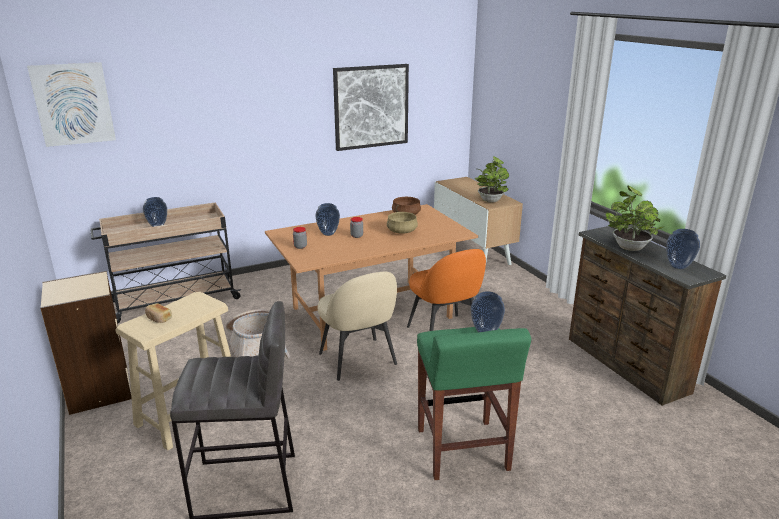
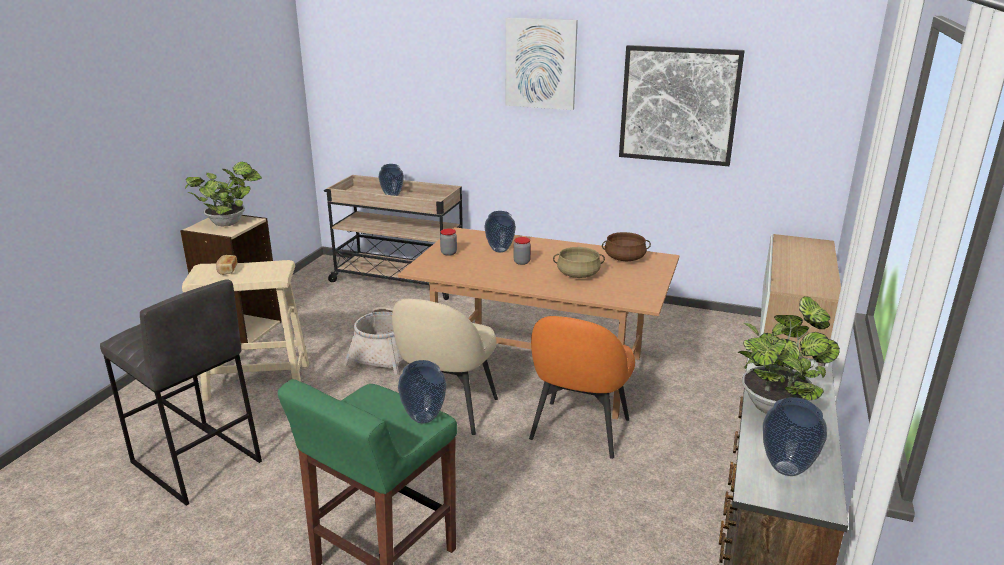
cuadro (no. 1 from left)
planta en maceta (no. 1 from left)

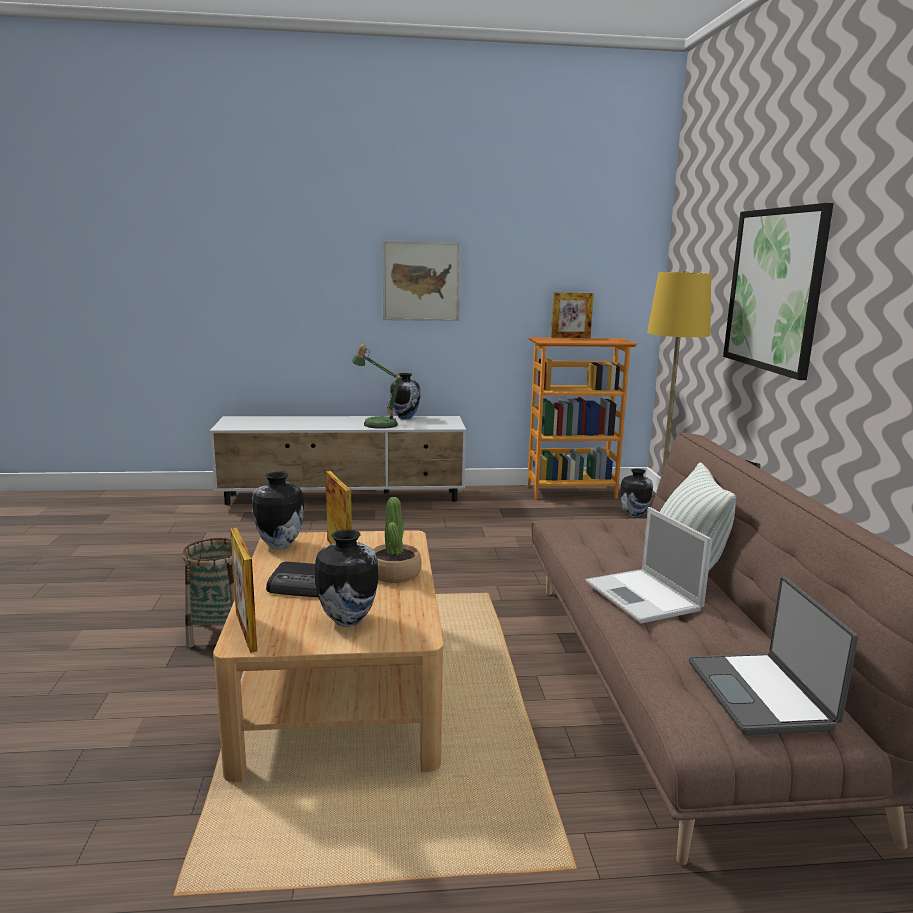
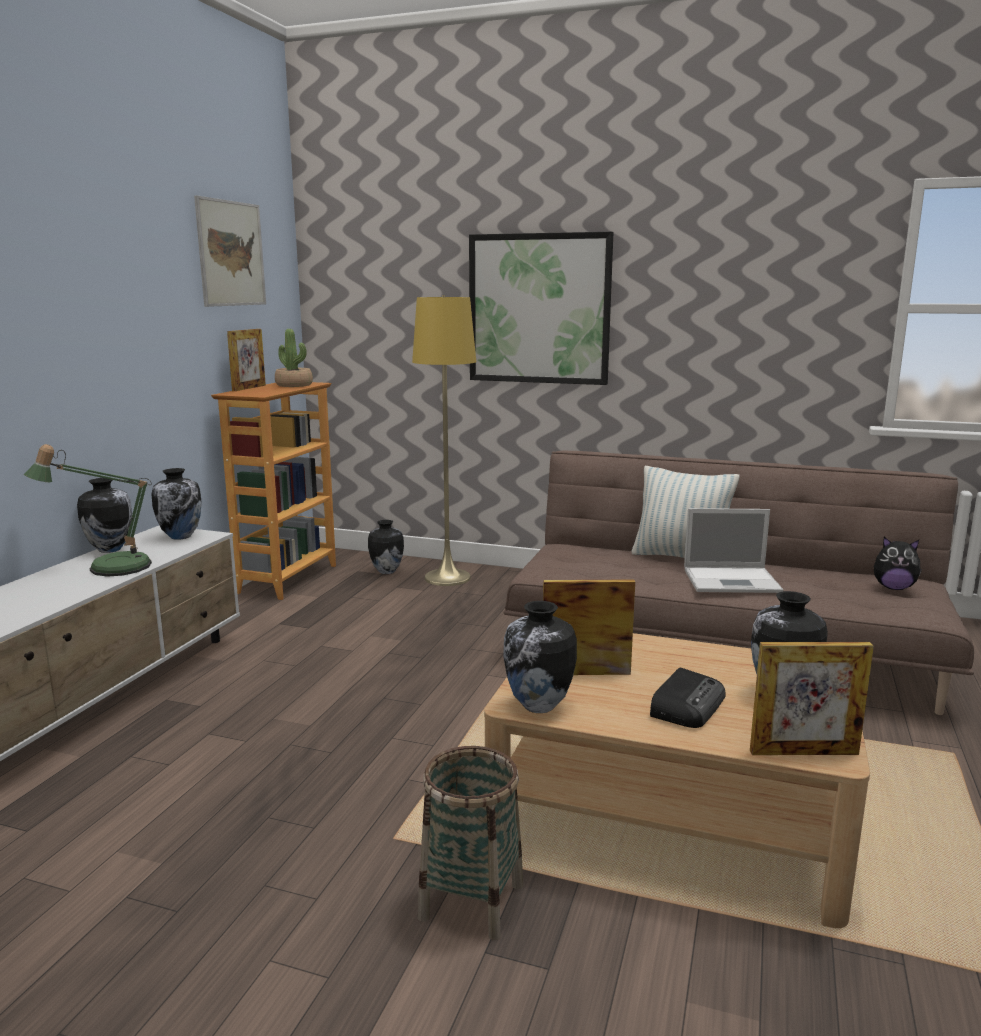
cuadro (no. 1 from left)
planta en maceta
peluche
florero (no. 2 from left)

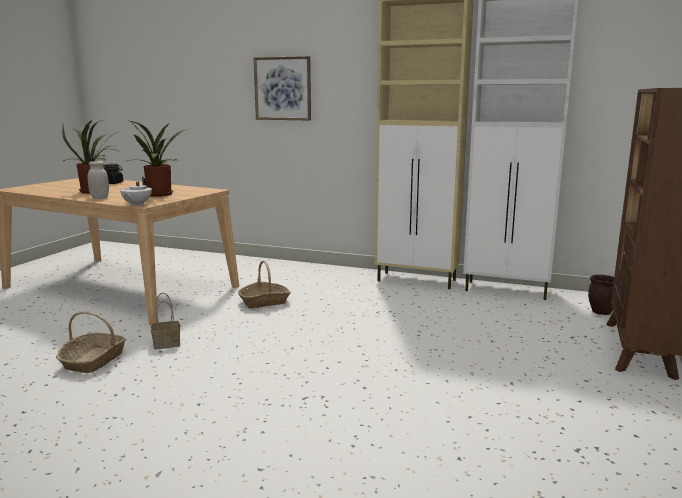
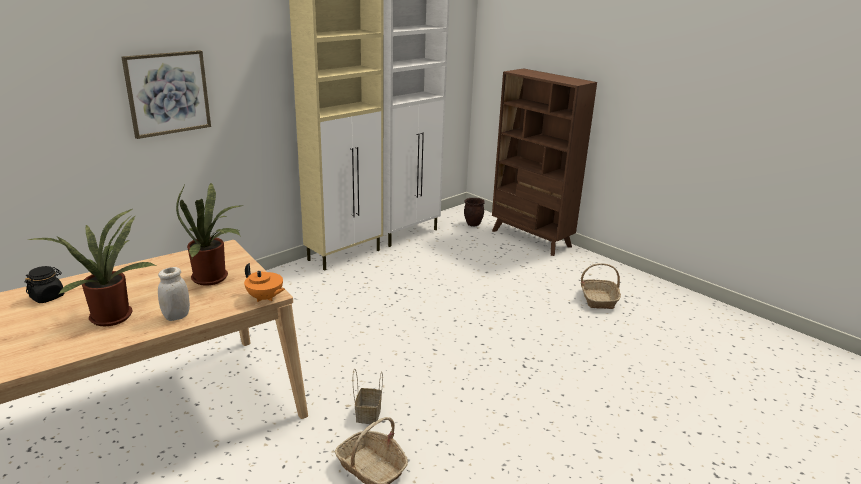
tetera (naranja)
cesta (no. 3 from left)

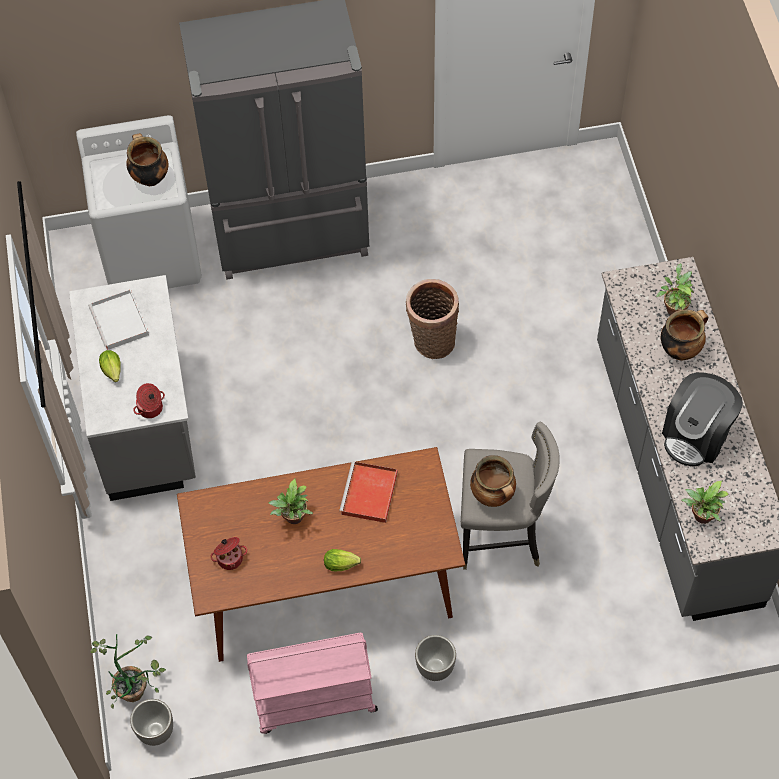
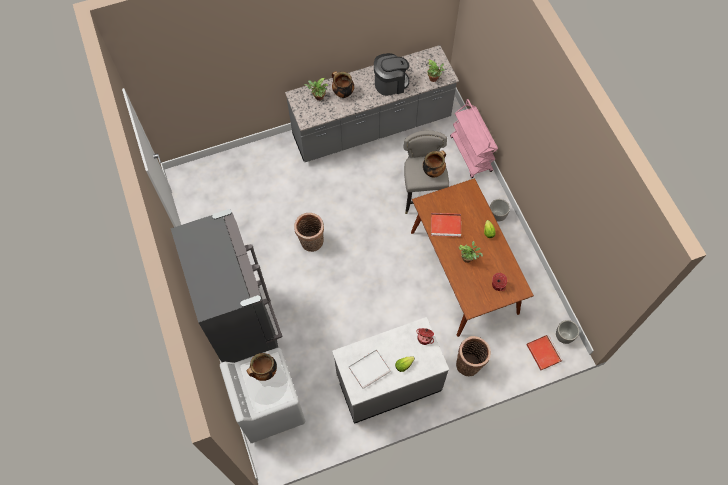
cafetera
carrito (rosa)
bandeja (rojo) (no. 2 from left)
cesta (no. 2 from left)

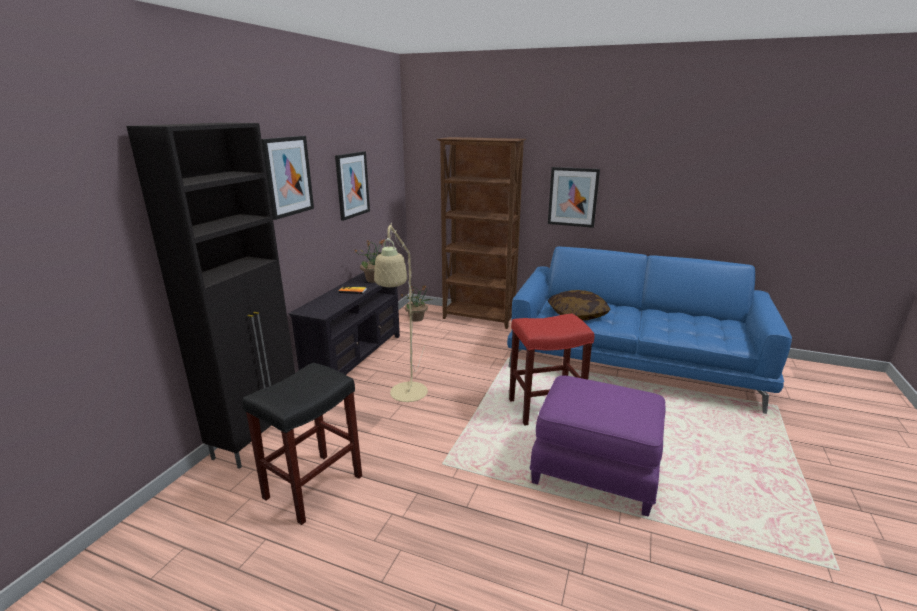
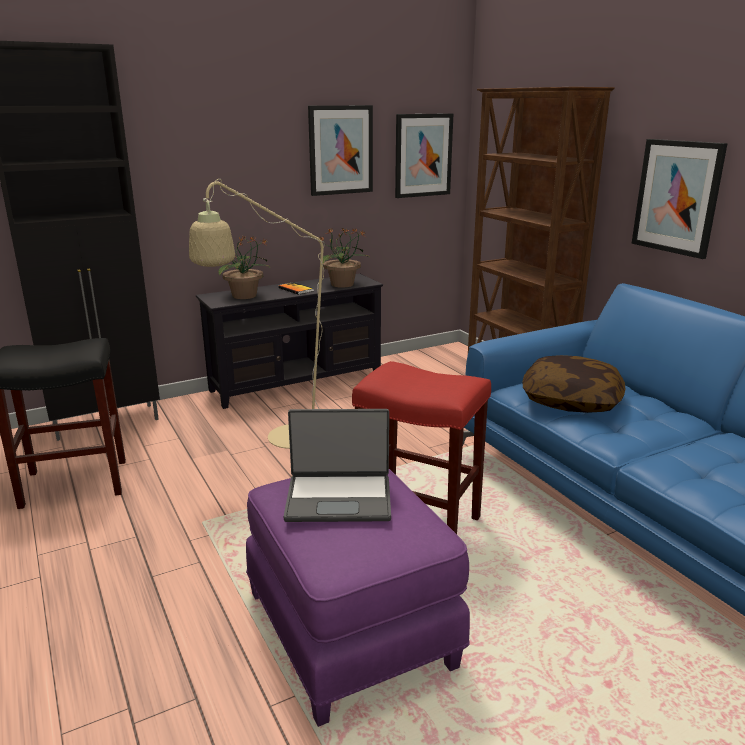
cuadro (no. 2 from left)
planta en maceta (no. 1 from left)
portátil

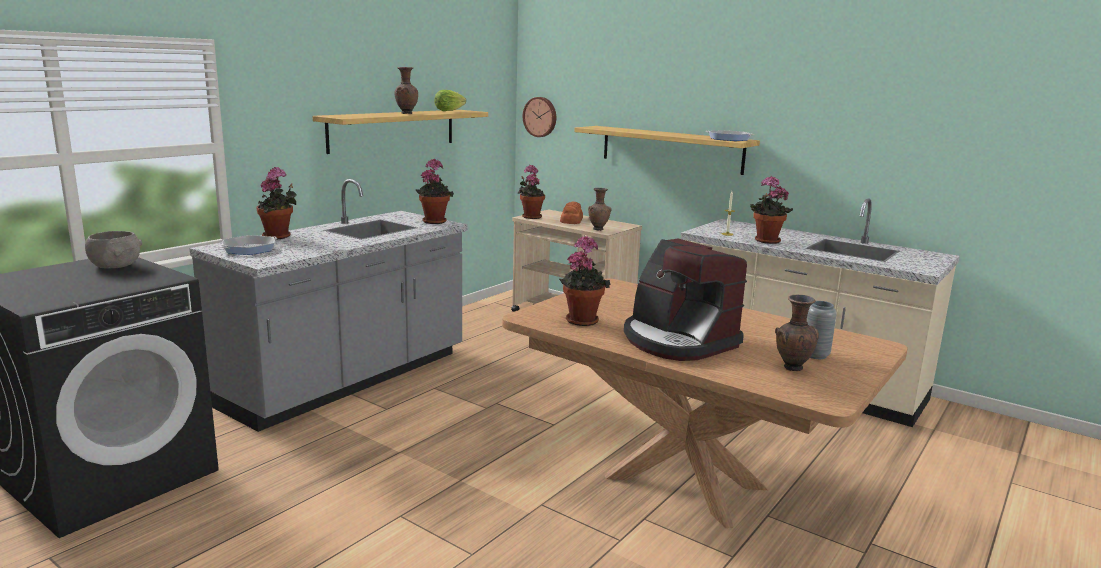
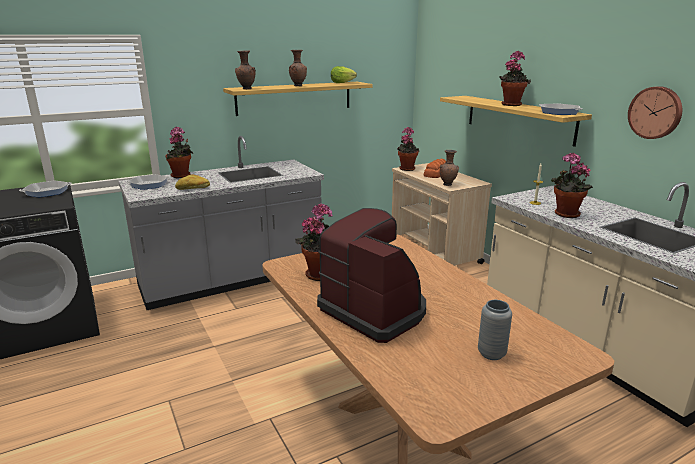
reloj de pared
planta en maceta (no. 4 from left)
sartén (no. 1 from left)
cafetera
florero (marrón) (no. 1 from left)
pan (no. 1 from left)

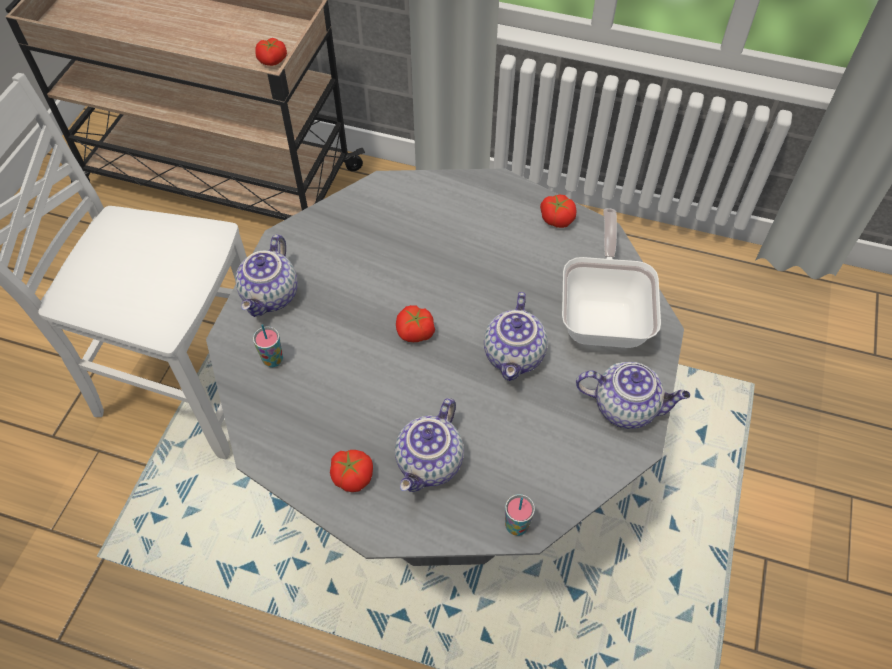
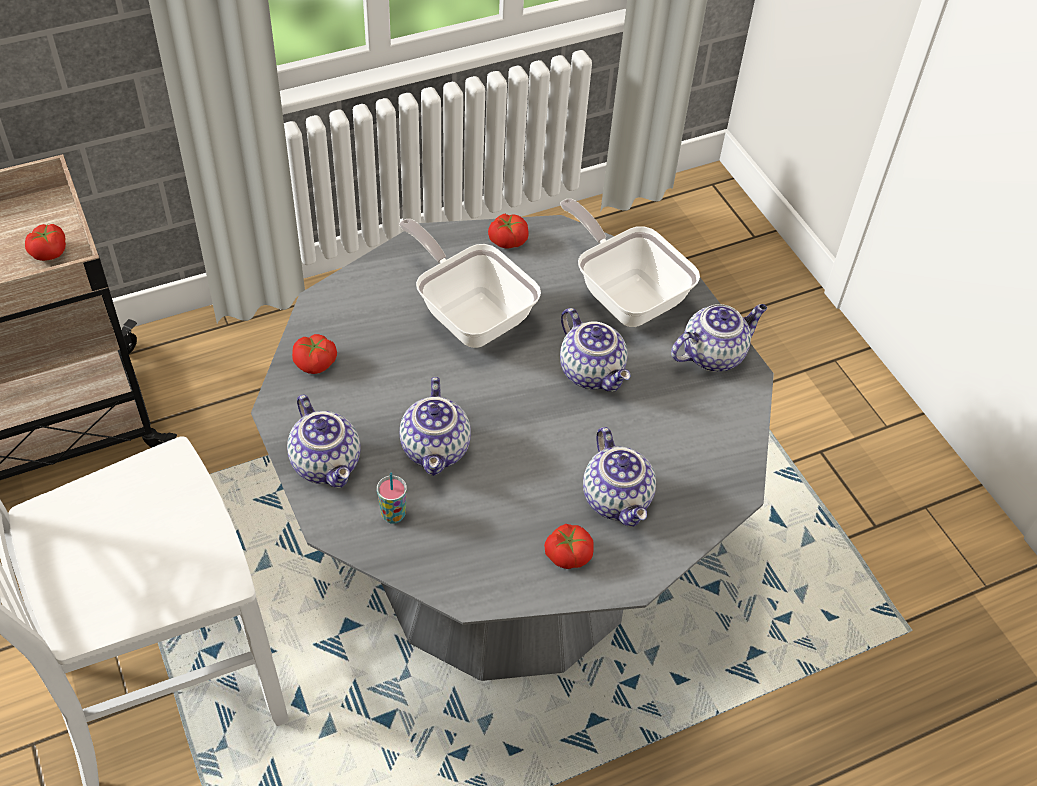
tomate (no. 2 from left)
taza (no. 2 from left in the first image)
sartén (no. 1 from left)
tetera (no. 2 from left)

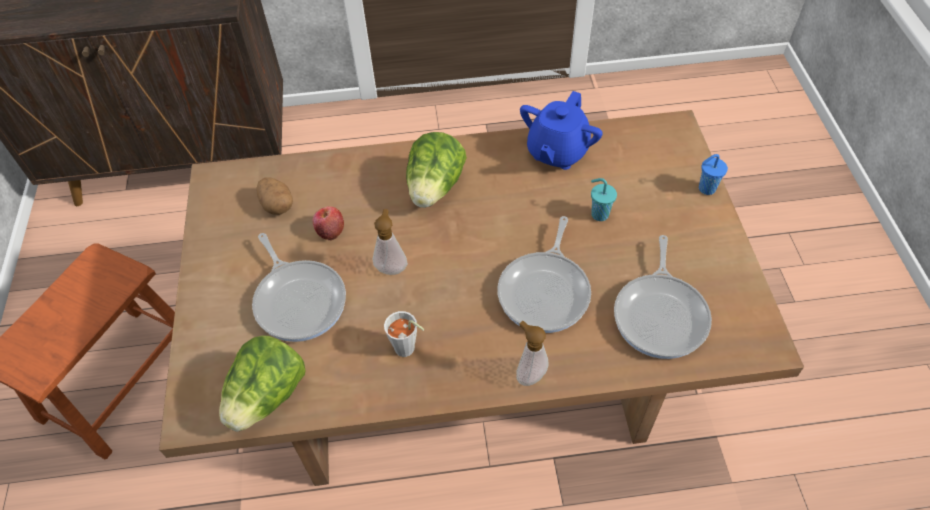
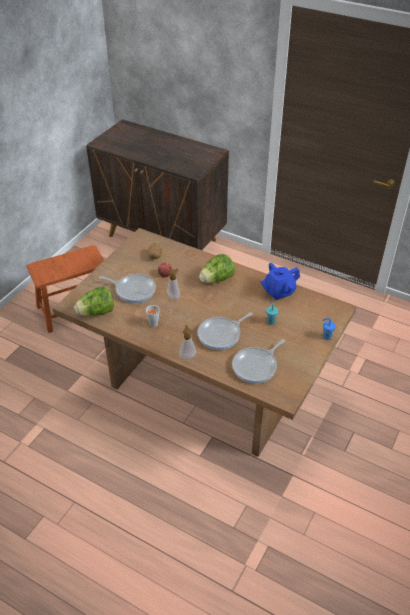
sartén (no. 1 from left)

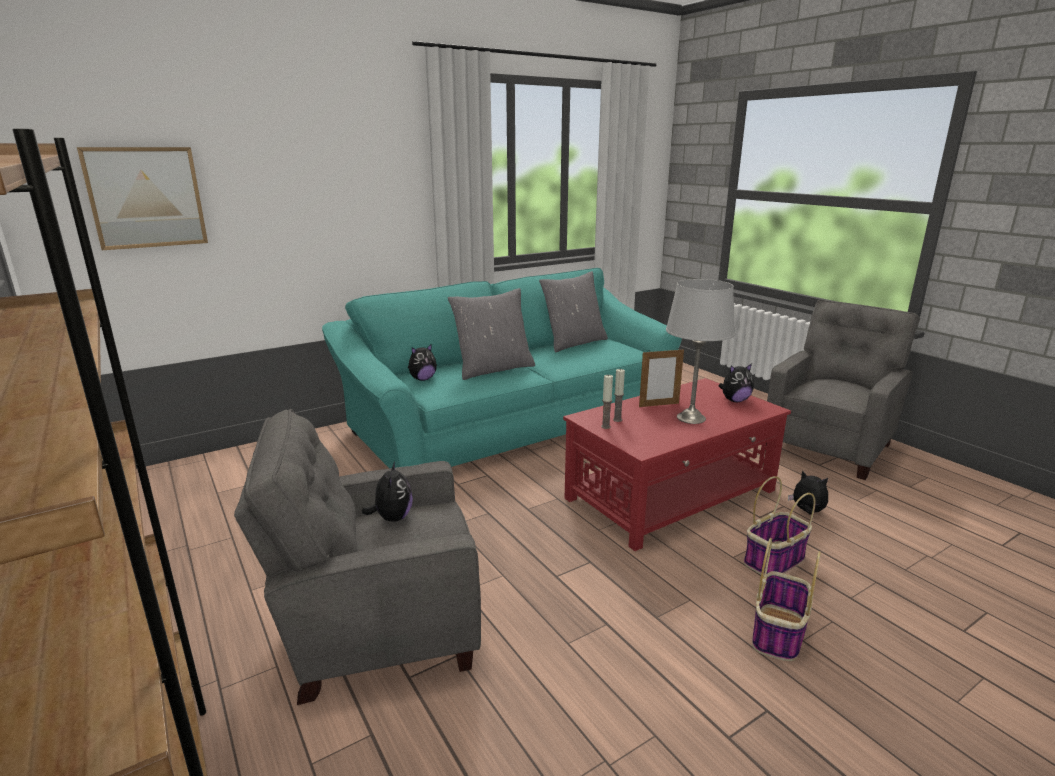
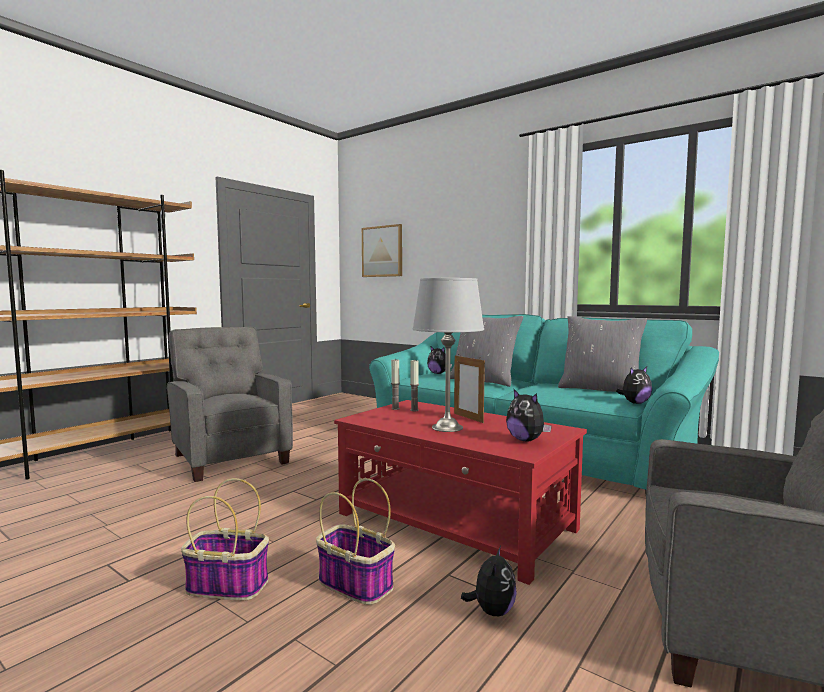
peluche (no. 4 from left)

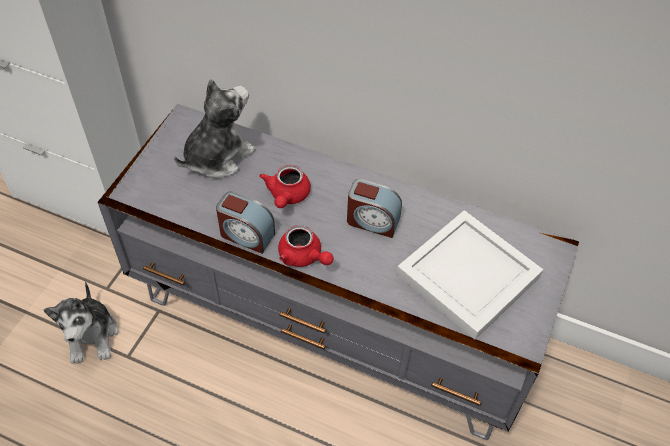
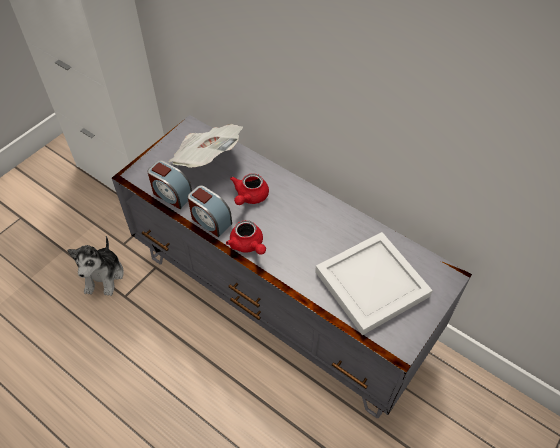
periódico
despertador (no. 1 from left)

